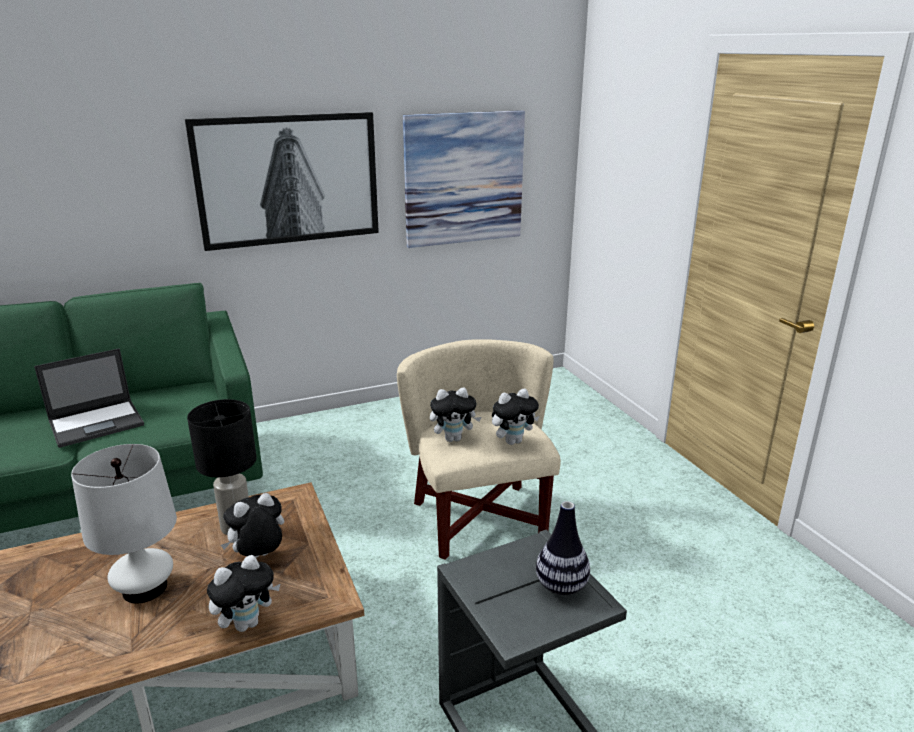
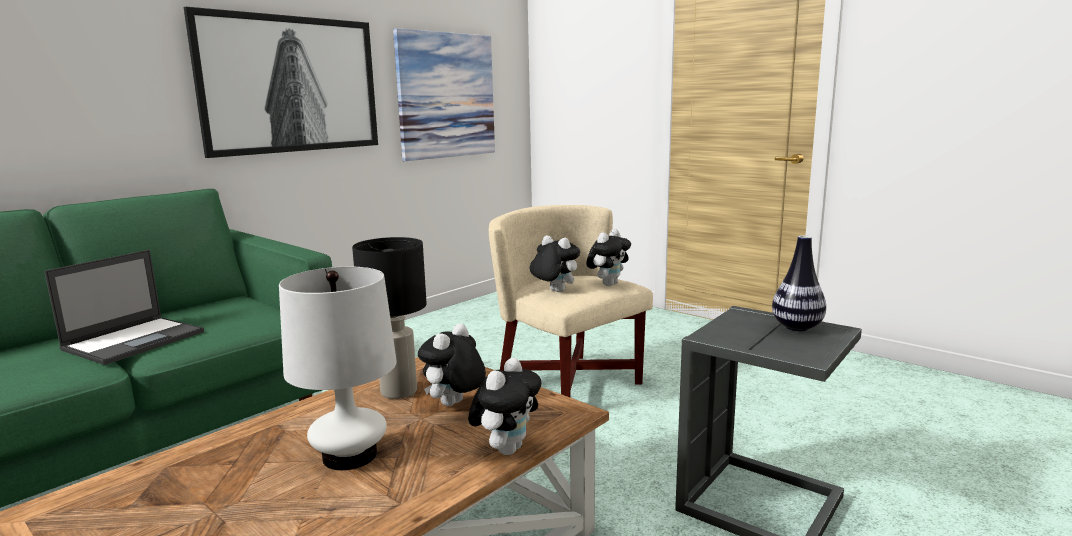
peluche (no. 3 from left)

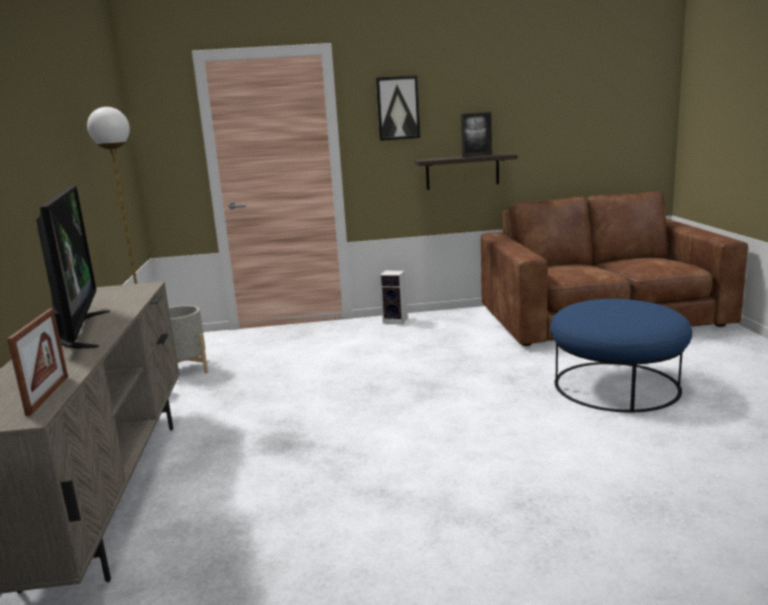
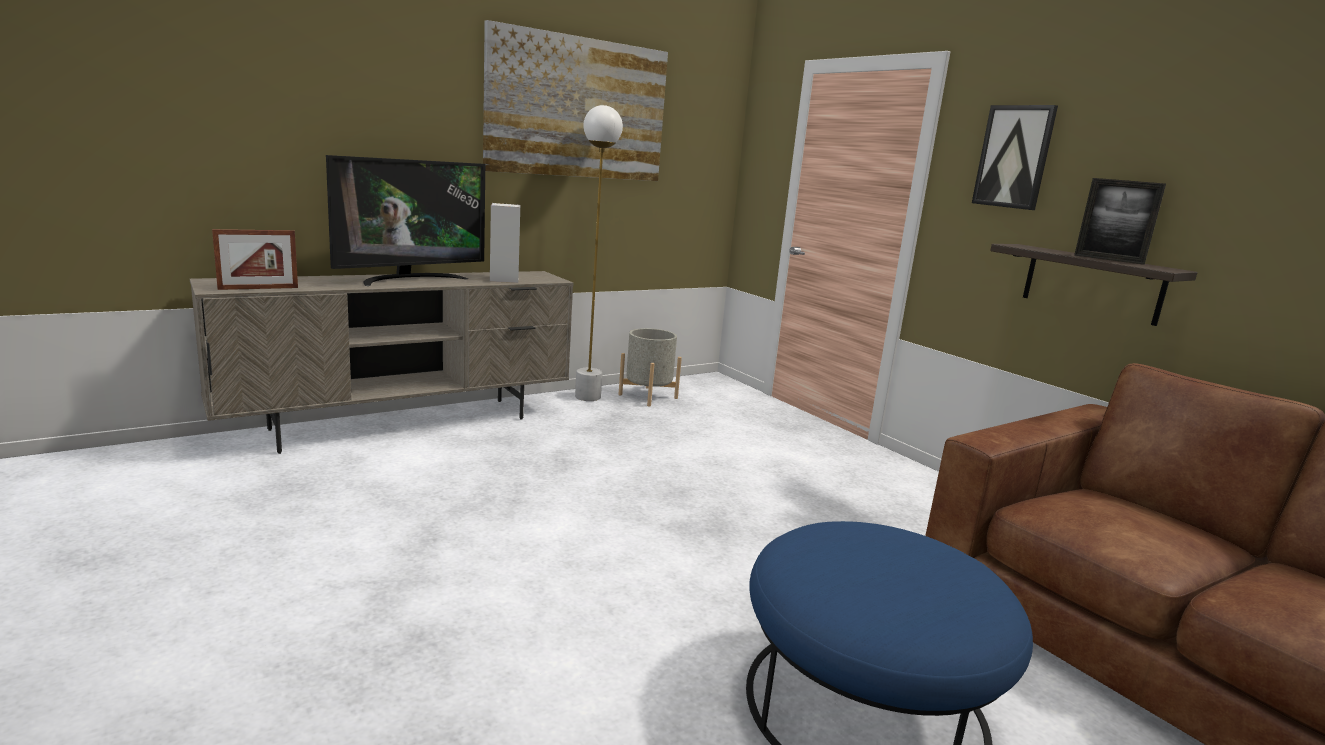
altavoz
cuadro (no. 1 from left)

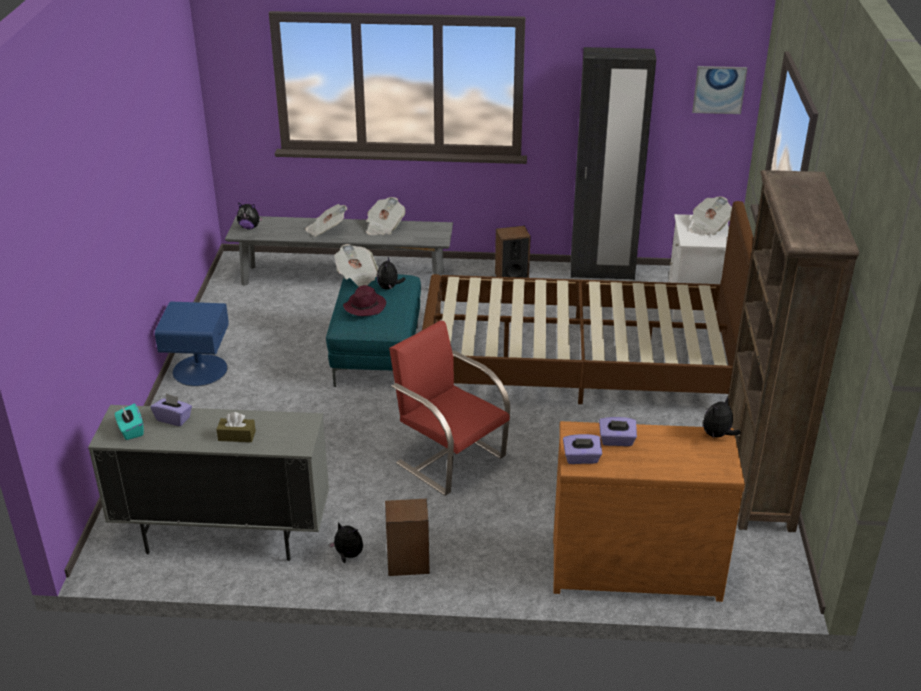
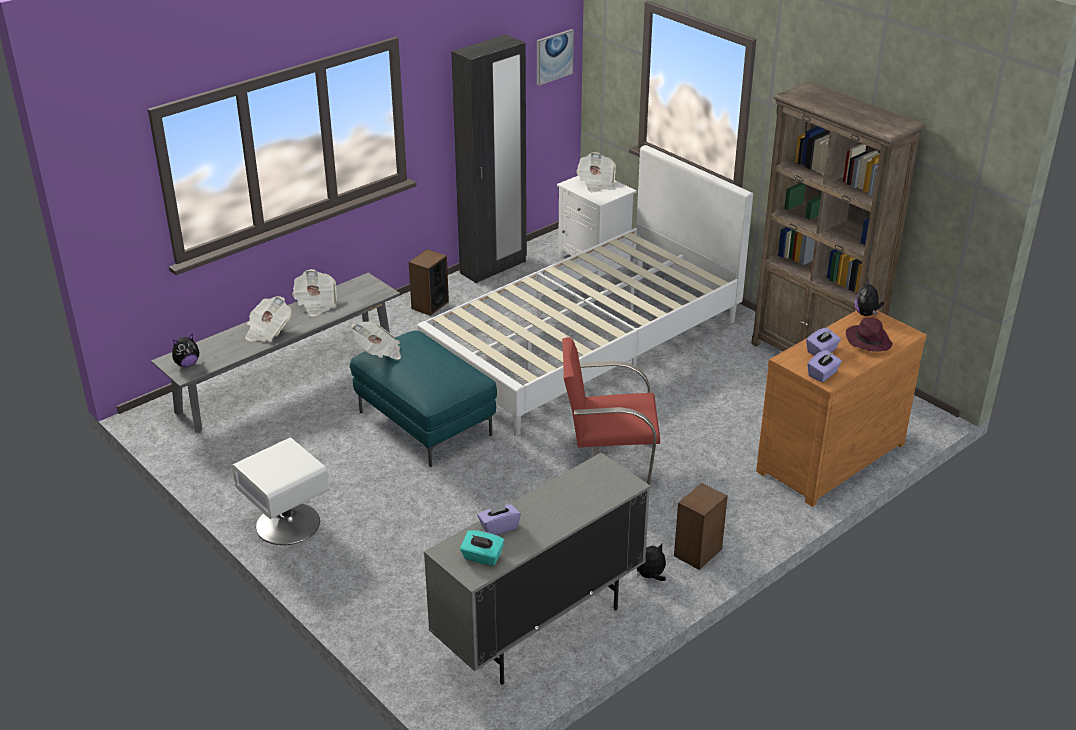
cama (blanco)
peluche (no. 3 from left in the first image)
sombrero (morado)
mesita de noche (blanco) (no. 1 from left)
caja de pañuelos (marrón)

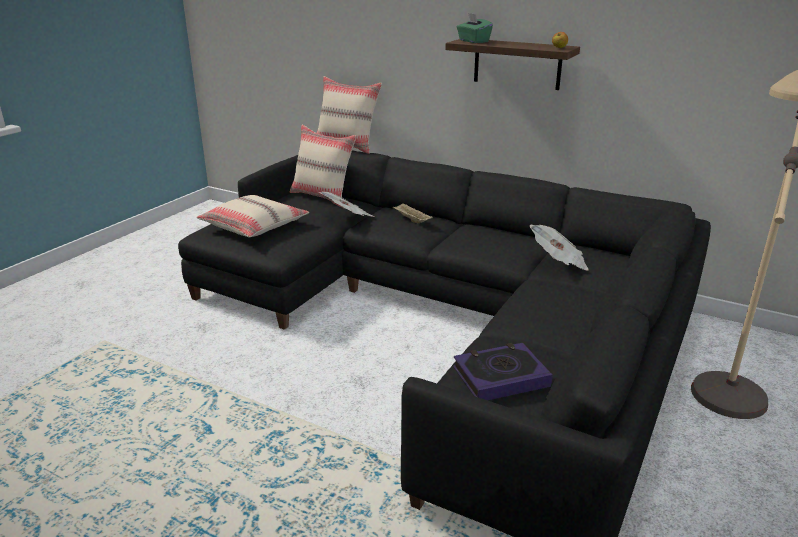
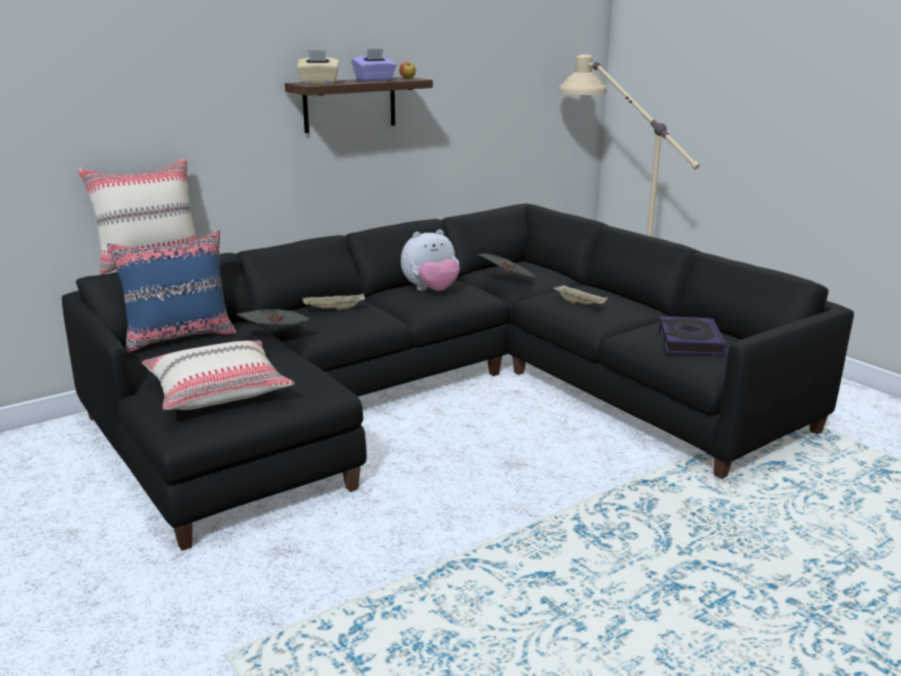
caja de pañuelos (beis)
cojín (azul)
caja de pañuelos (morado)
peluche
bandeja (beis) (no. 2 from left)

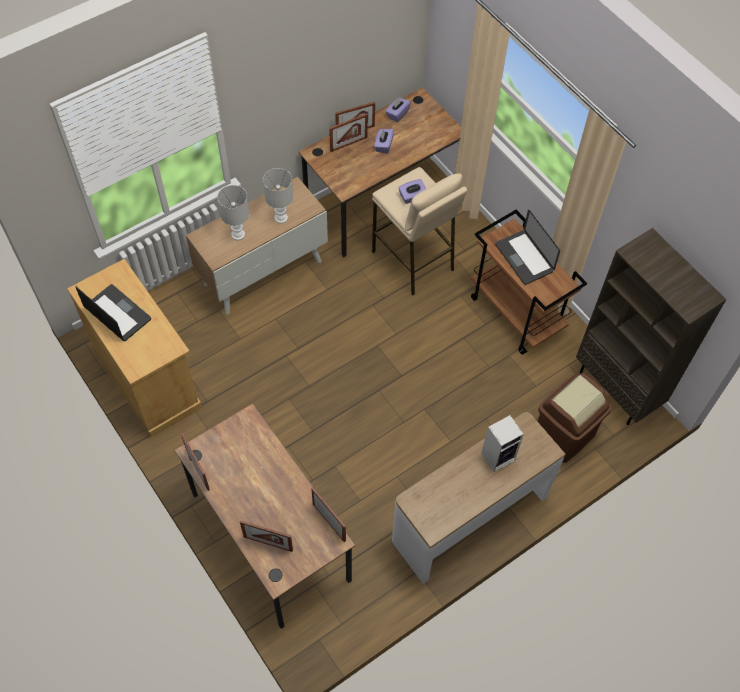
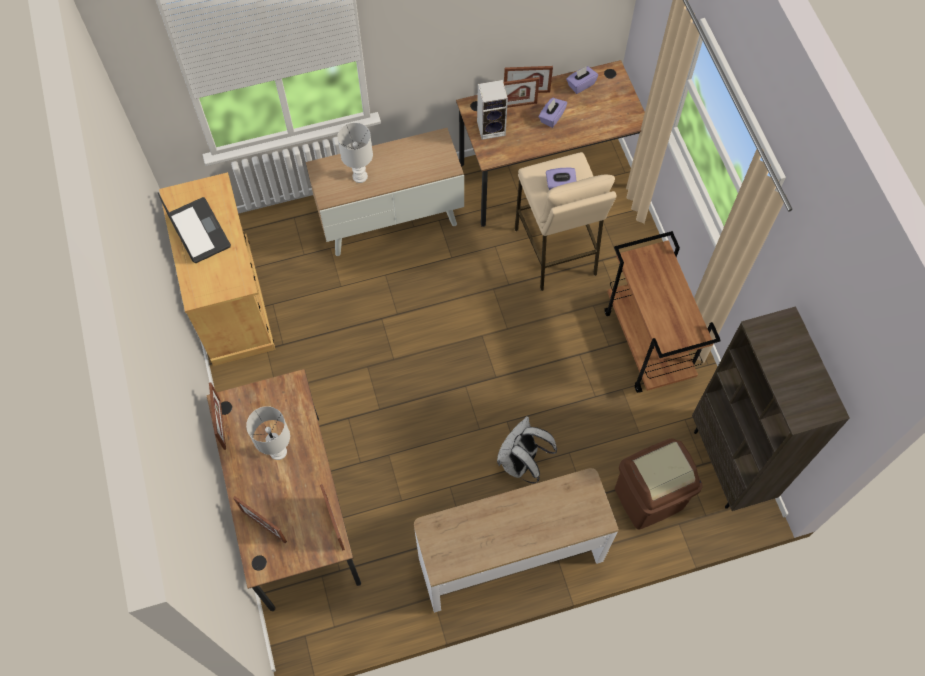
lámpara de mesa (blanco) (no. 1 from left)
portátil (no. 2 from left in the first image)
altavoz
mochila (blanco)

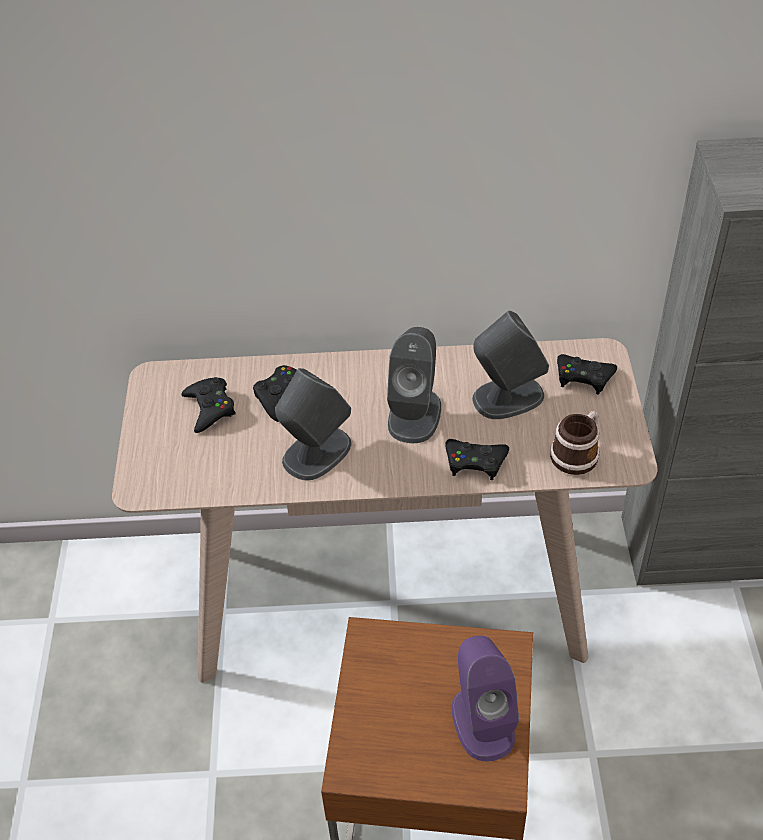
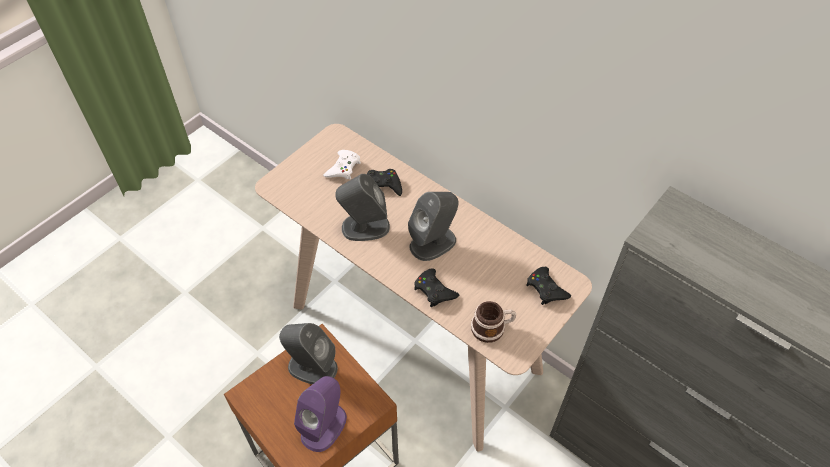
altavoz (gris) (no. 1 from left)
mando de consola (blanco)

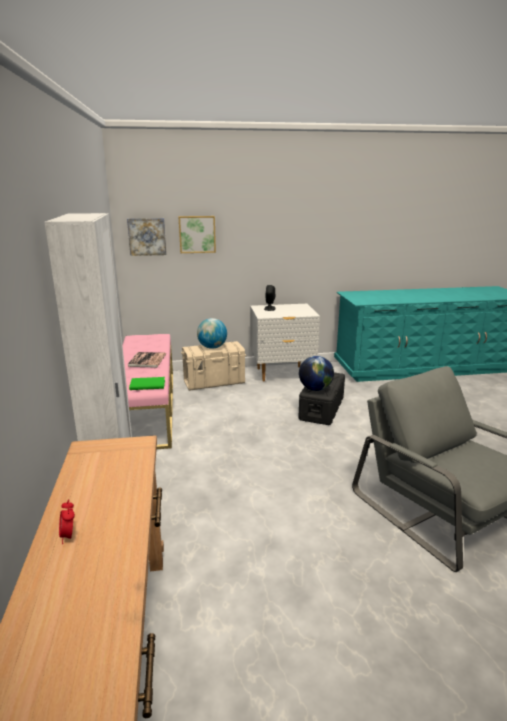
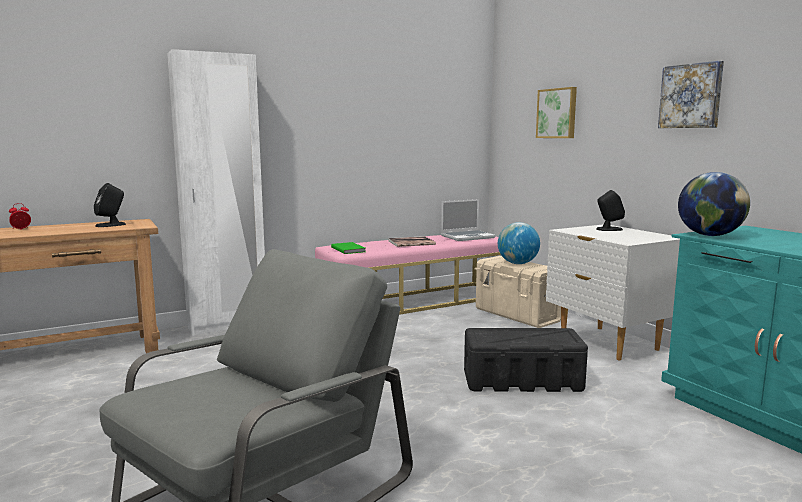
cuadro (no. 2 from left)
globo terráqueo (no. 2 from left)
altavoz (negro) (no. 1 from left)
portátil

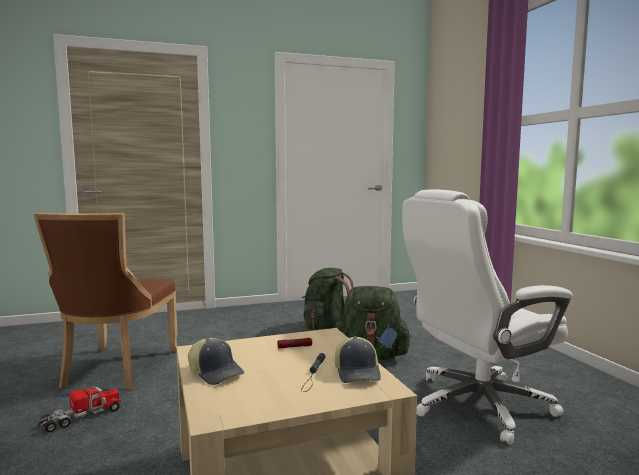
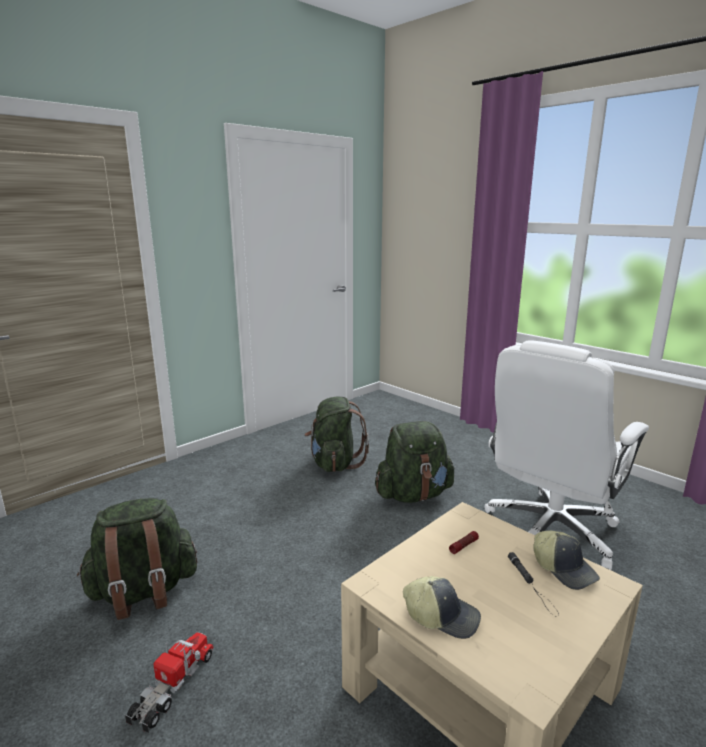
mochila (verde) (no. 1 from left)

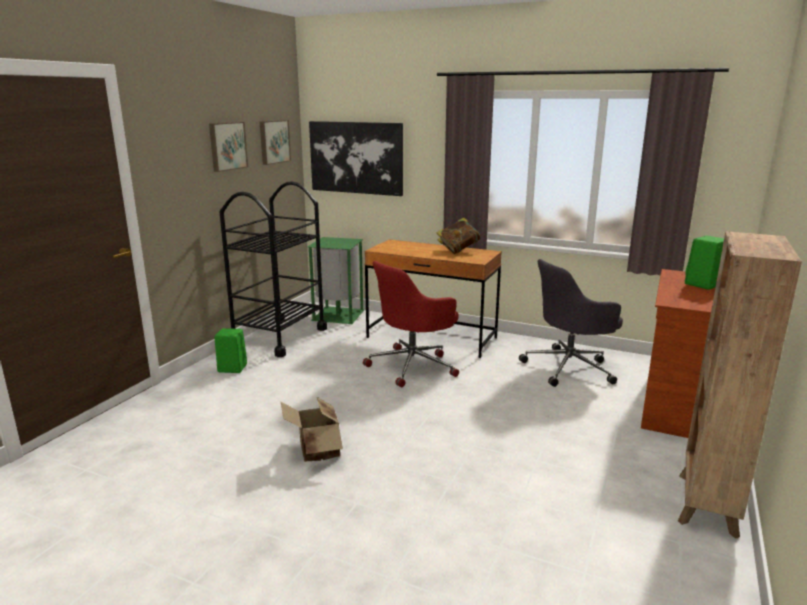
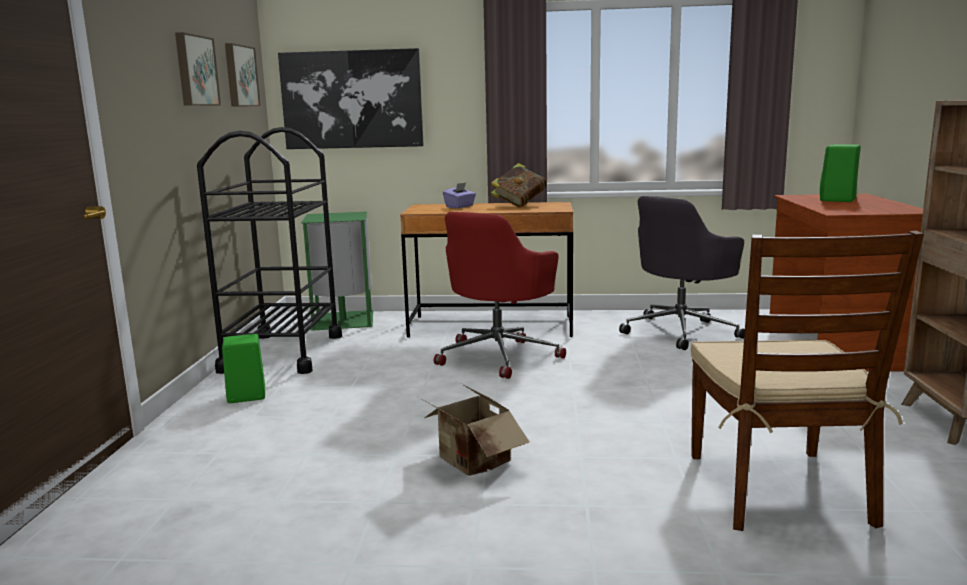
caja de pañuelos (morado)
silla (marrón)

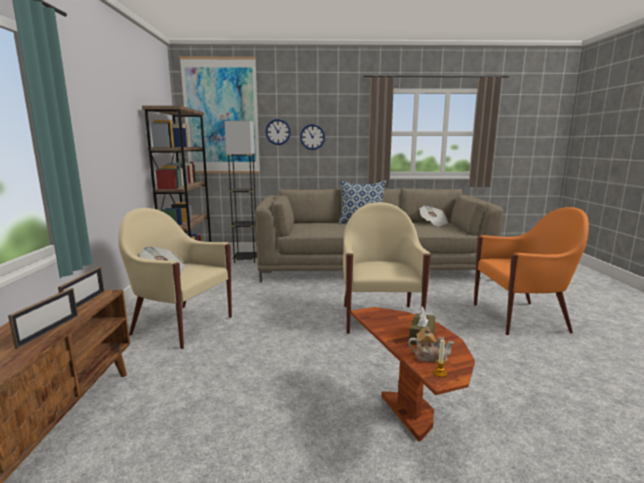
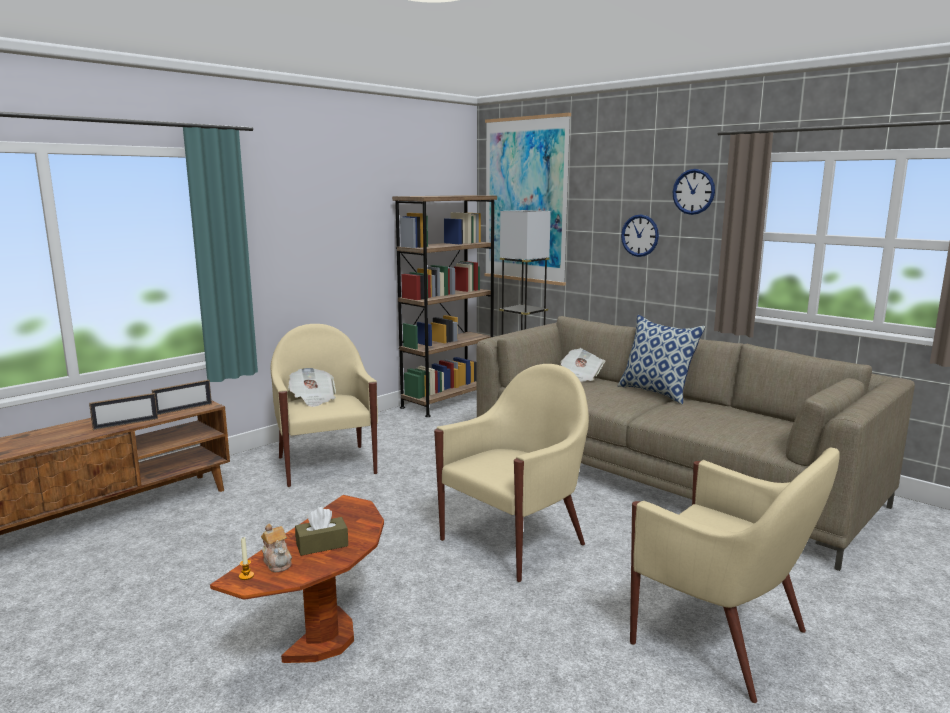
reloj de pared (no. 2 from left)
periódico (no. 2 from left)
sillón (beis) (no. 3 from left)

